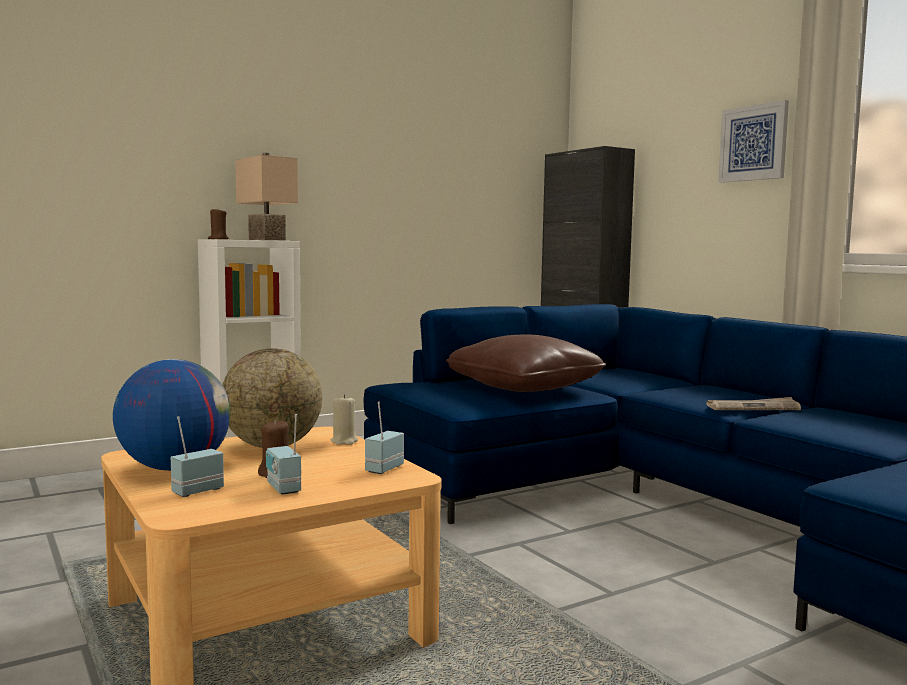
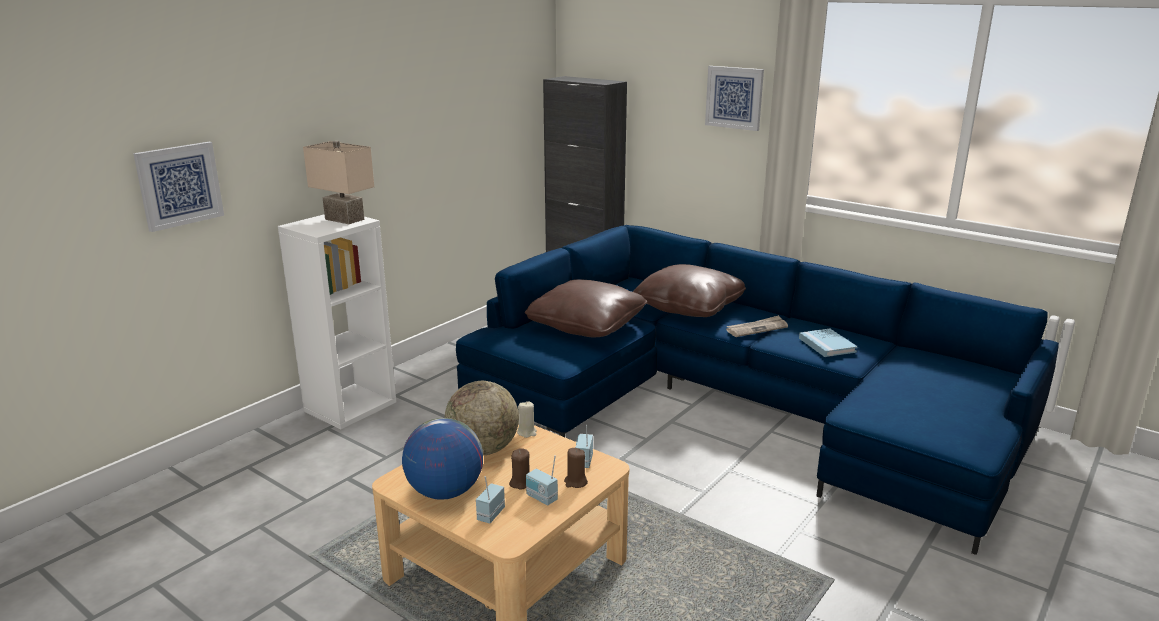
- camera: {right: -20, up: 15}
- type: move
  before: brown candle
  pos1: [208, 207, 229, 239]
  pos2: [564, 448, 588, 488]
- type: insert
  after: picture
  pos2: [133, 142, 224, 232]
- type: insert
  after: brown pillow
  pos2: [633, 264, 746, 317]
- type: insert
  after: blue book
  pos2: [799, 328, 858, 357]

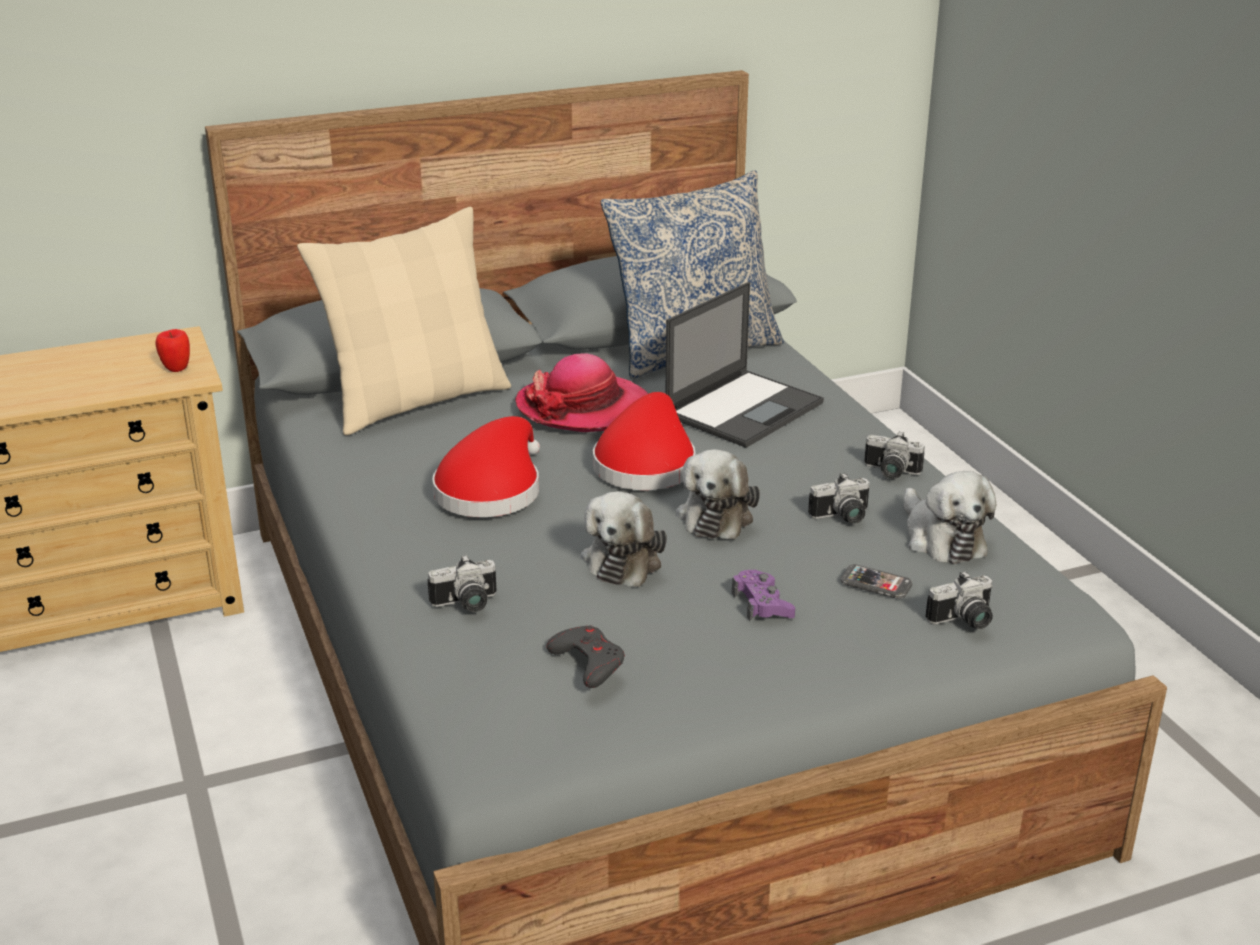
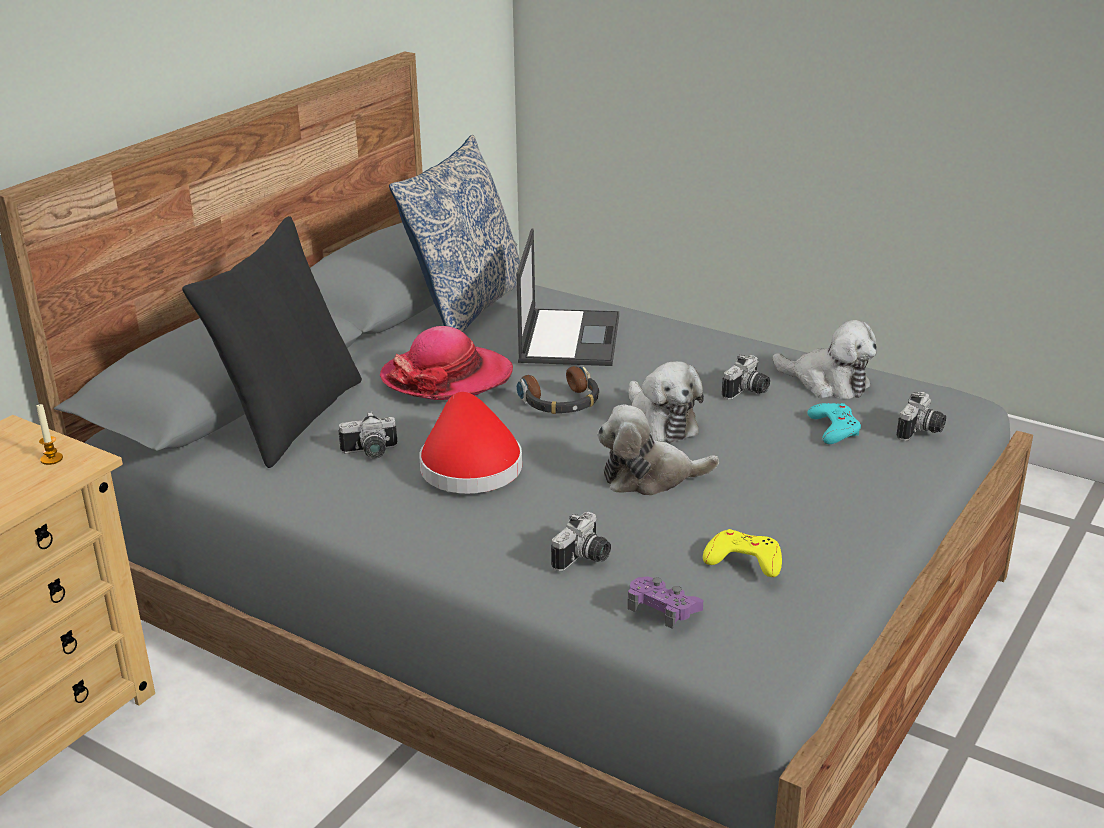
- camera: {right: -35, up: 0}
- type: recolor
  before: beige pillow
  after: black pillow
  pos1: [297, 207, 511, 436]
  pos2: [182, 216, 362, 468]
- type: replace
  before: apple
  after: candle
  pos1: [156, 329, 190, 372]
  pos2: [37, 404, 63, 465]
- type: replace
  before: red hat
  after: headphones
  pos1: [593, 392, 696, 490]
  pos2: [517, 366, 599, 414]
- type: move
  before: photo camera
  pos1: [864, 431, 925, 479]
  pos2: [339, 411, 397, 459]
- type: rotate
  before: plush toy
  pos1: [580, 491, 667, 587]
  pos2: [597, 405, 719, 495]
  turn: 105
- type: replace
  before: phone
  after: turquoise game controller
  pos1: [840, 564, 912, 599]
  pos2: [807, 403, 861, 444]
- type: move
  before: purple game controller
  pos1: [732, 570, 795, 621]
  pos2: [628, 577, 703, 629]
- type: recolor
  before: grey game controller
  after: yellow game controller
  pos1: [546, 625, 625, 688]
  pos2: [703, 529, 782, 577]

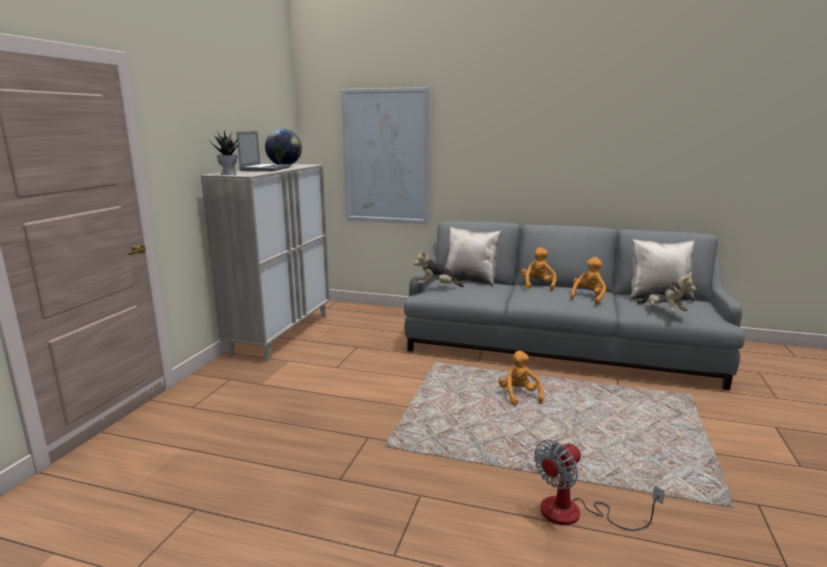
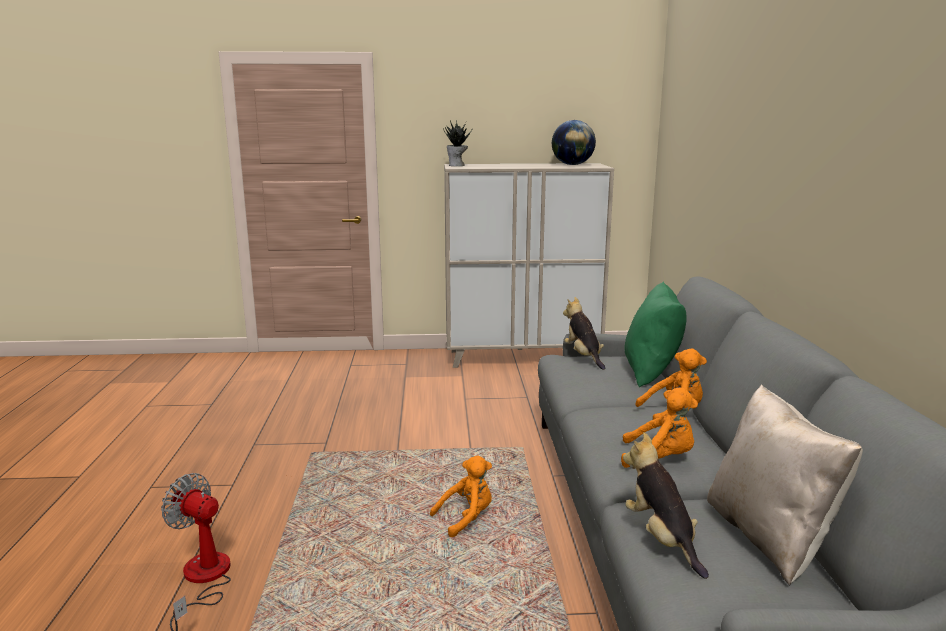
- camera: {right: 70, up: 0}
- type: delete
  before: picture
  pos1: [341, 87, 429, 224]
- type: delete
  before: laptop
  pos1: [236, 131, 290, 171]
- type: recolor
  before: beige pillow
  after: green pillow
  pos1: [445, 227, 501, 286]
  pos2: [625, 282, 687, 387]
- type: rotate
  before: plush toy
  pos1: [637, 273, 697, 313]
  pos2: [623, 432, 709, 579]
  turn: 120

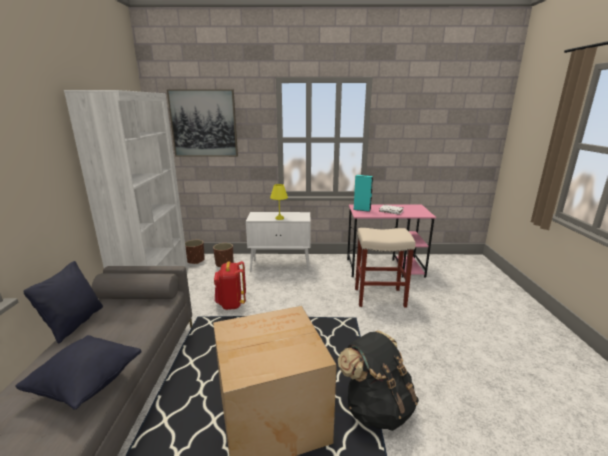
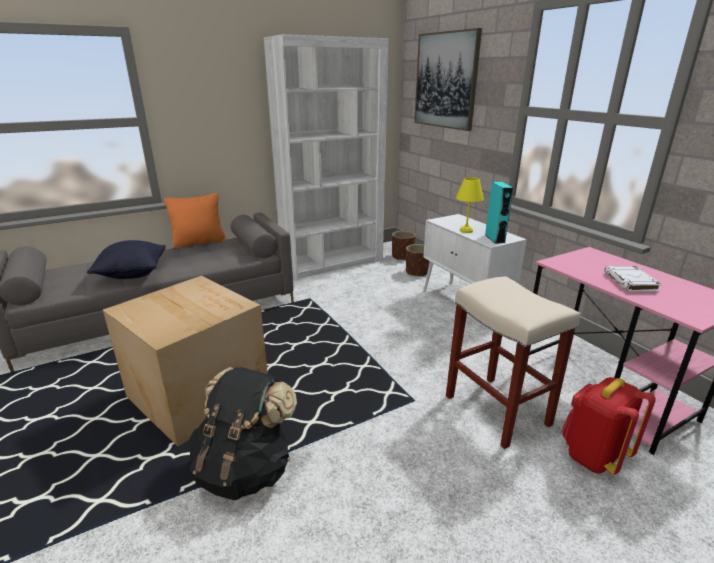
- camera: {right: 60, up: 5}
- type: move
  before: turquoise speaker
  pos1: [353, 175, 373, 212]
  pos2: [485, 182, 513, 244]
- type: recolor
  before: black pillow
  after: orange pillow
  pos1: [23, 261, 103, 343]
  pos2: [164, 193, 226, 248]
- type: move
  before: red backpack
  pos1: [214, 261, 246, 310]
  pos2: [561, 377, 656, 475]

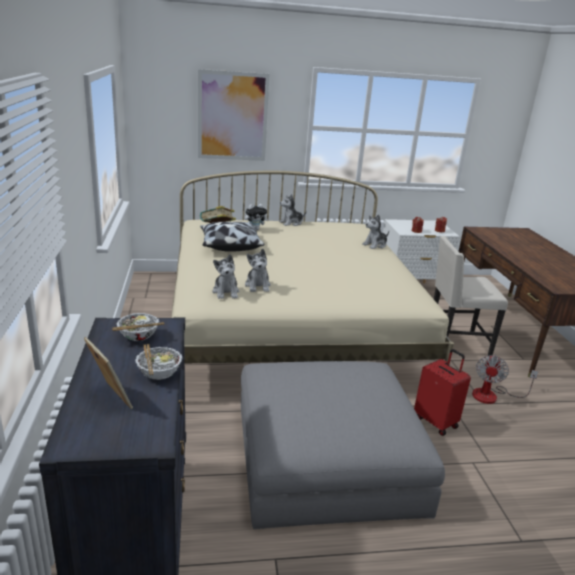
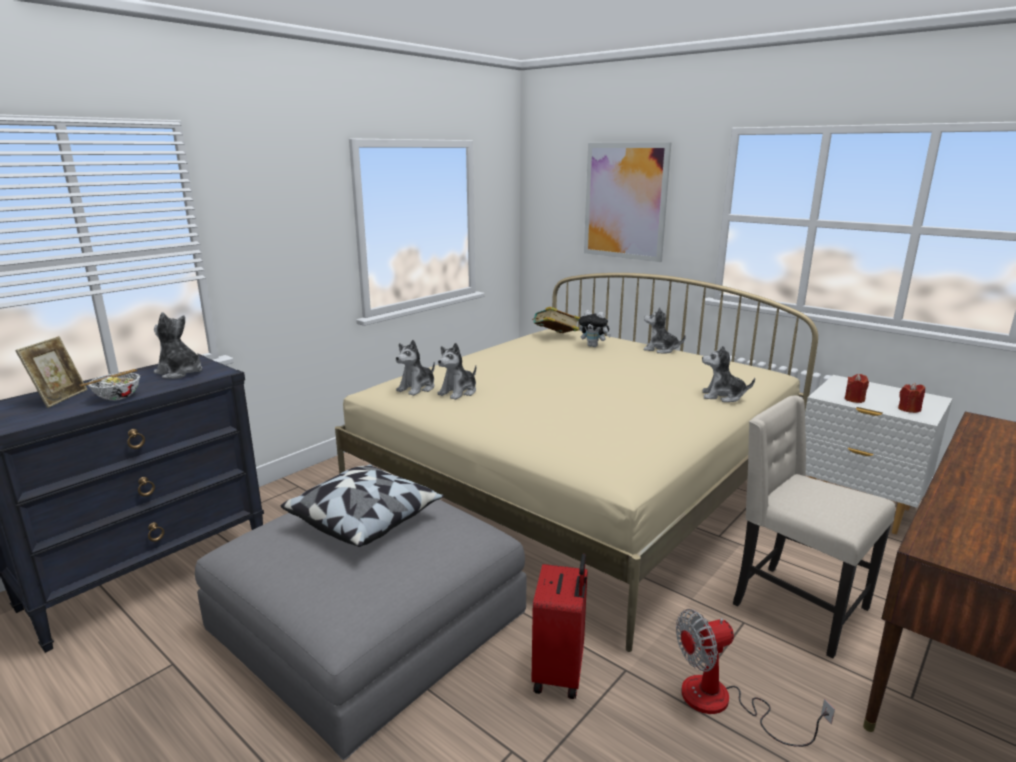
- camera: {right: 50, up: -5}
- type: move
  before: pillow
  pos1: [200, 222, 265, 252]
  pos2: [281, 464, 444, 547]
- type: replace
  before: bowl
  after: plush toy
  pos1: [112, 313, 164, 341]
  pos2: [154, 312, 202, 379]

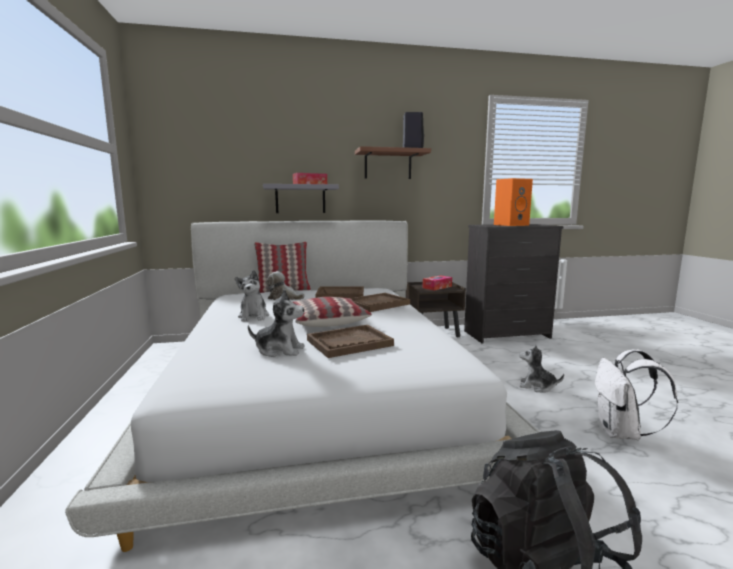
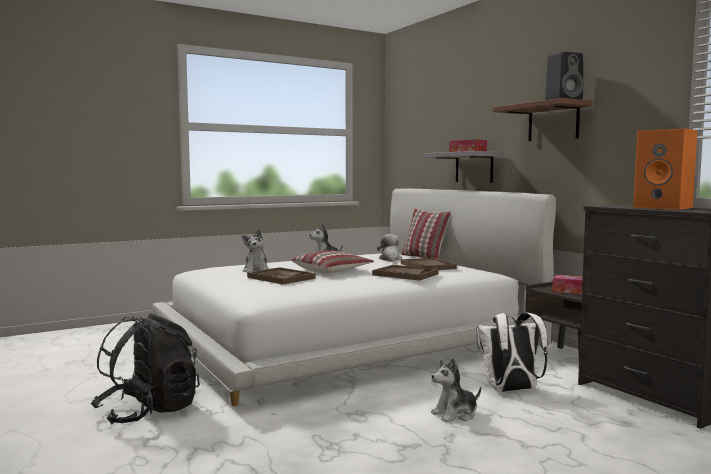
- camera: {right: 70, up: -5}
- type: rotate
  before: plush toy
  pos1: [519, 345, 564, 393]
  pos2: [431, 358, 481, 422]
  turn: -120
- type: move
  before: white backpack
  pos1: [595, 349, 678, 440]
  pos2: [476, 312, 548, 392]

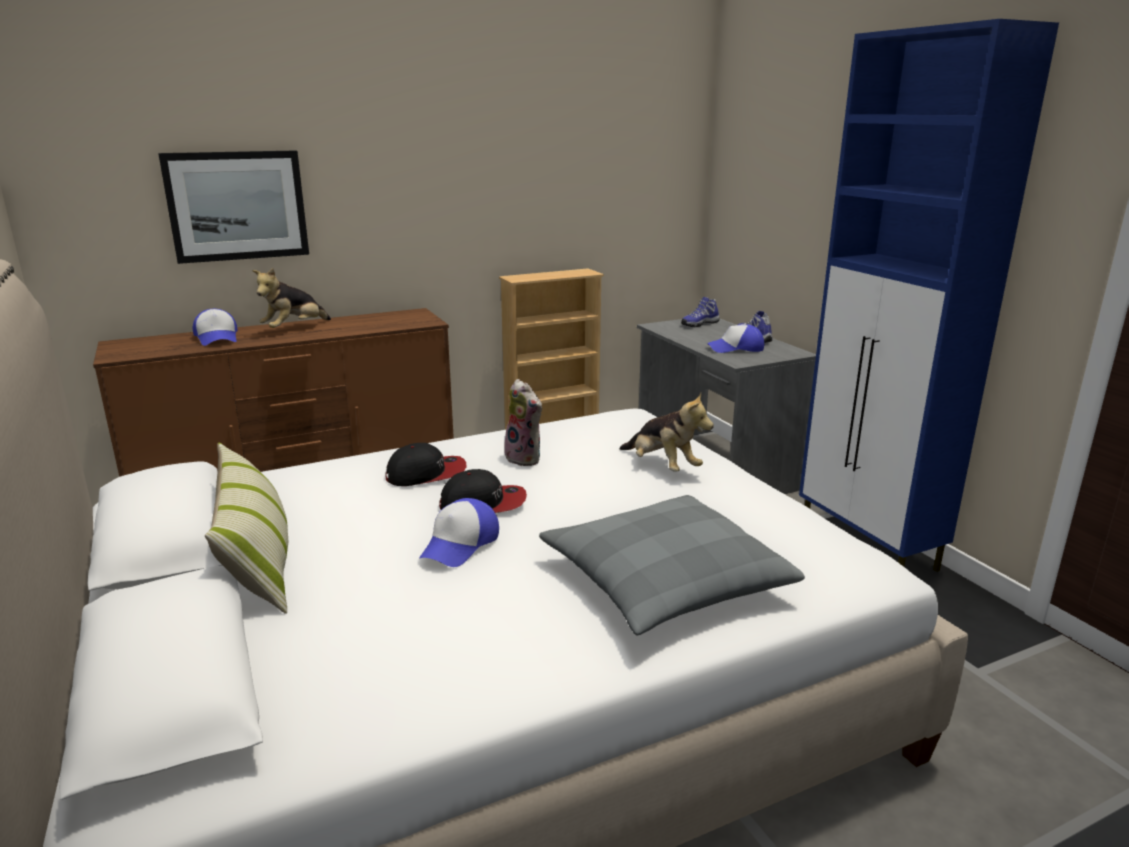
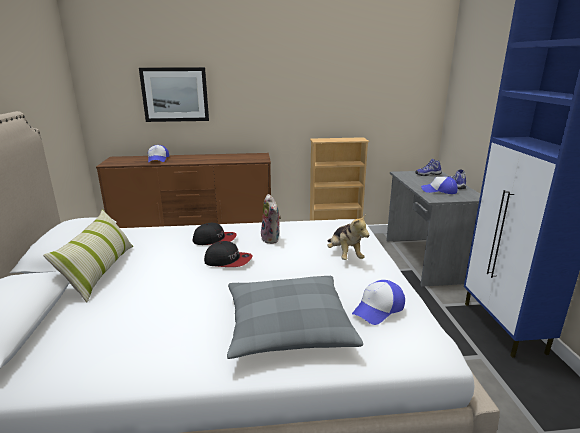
- camera: {right: 20, up: 0}
- type: delete
  before: plush toy
  pos1: [252, 268, 331, 328]
- type: move
  before: cap
  pos1: [419, 498, 499, 567]
  pos2: [352, 280, 405, 325]

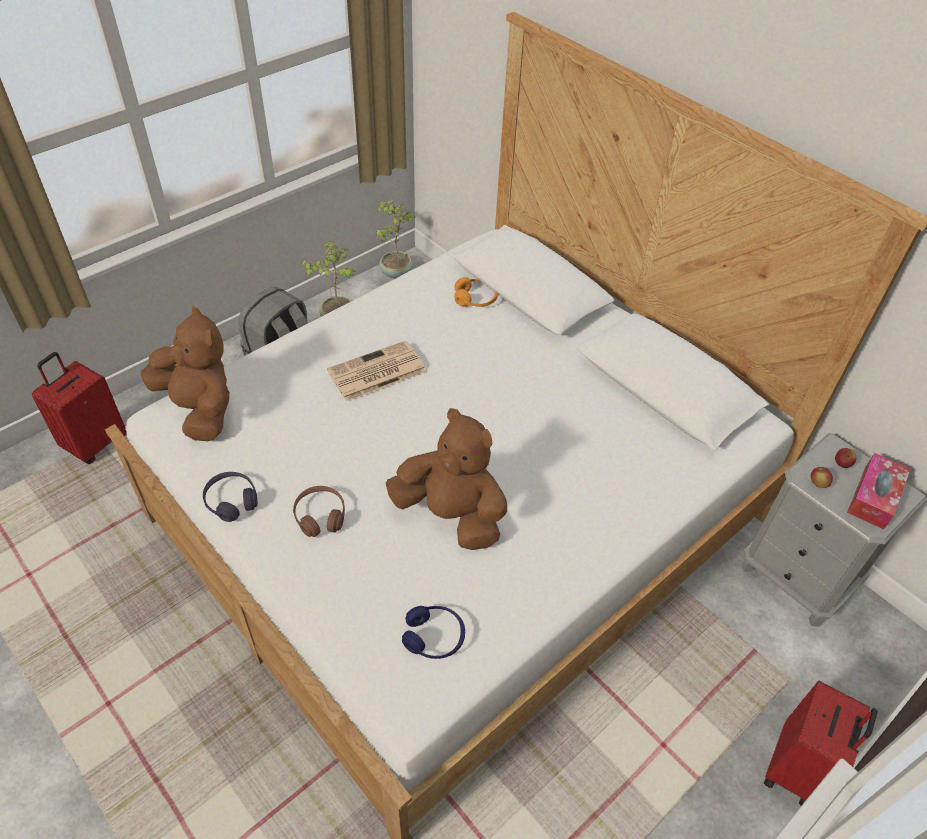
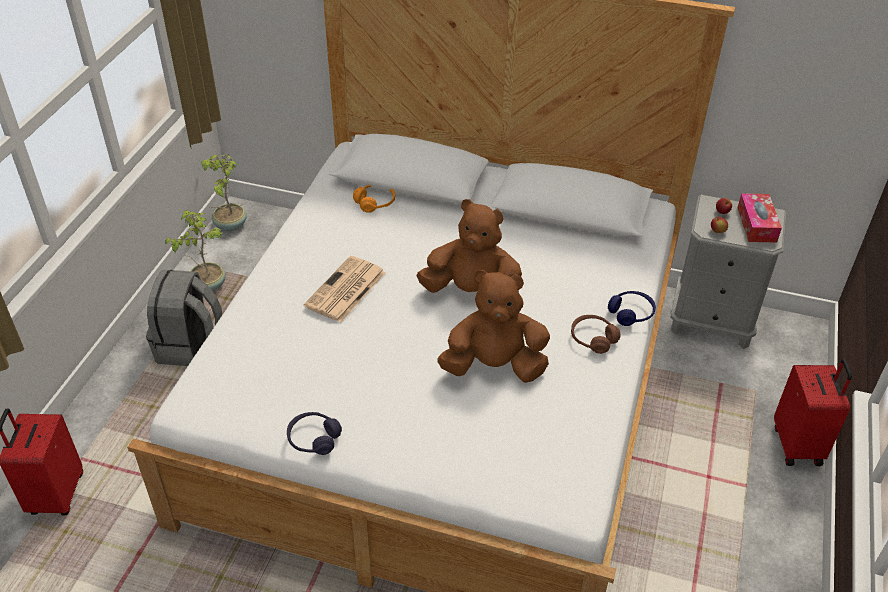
- camera: {right: -30, up: -5}
- type: move
  before: brown plush toy
  pos1: [141, 306, 230, 441]
  pos2: [416, 199, 522, 293]
- type: move
  before: brown headphones
  pos1: [293, 486, 345, 537]
  pos2: [571, 315, 621, 354]
- type: move
  before: blue headphones
  pos1: [402, 606, 465, 659]
  pos2: [608, 291, 656, 326]

